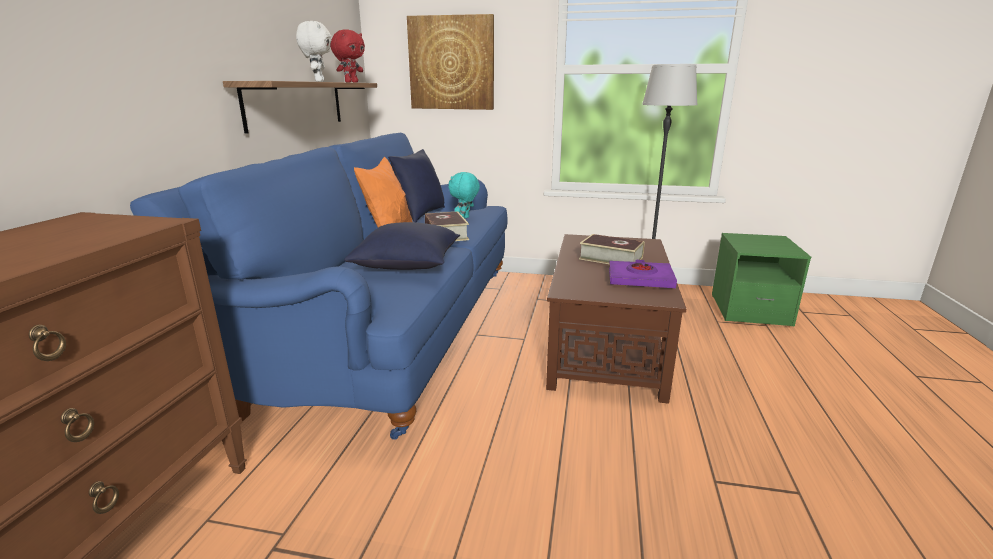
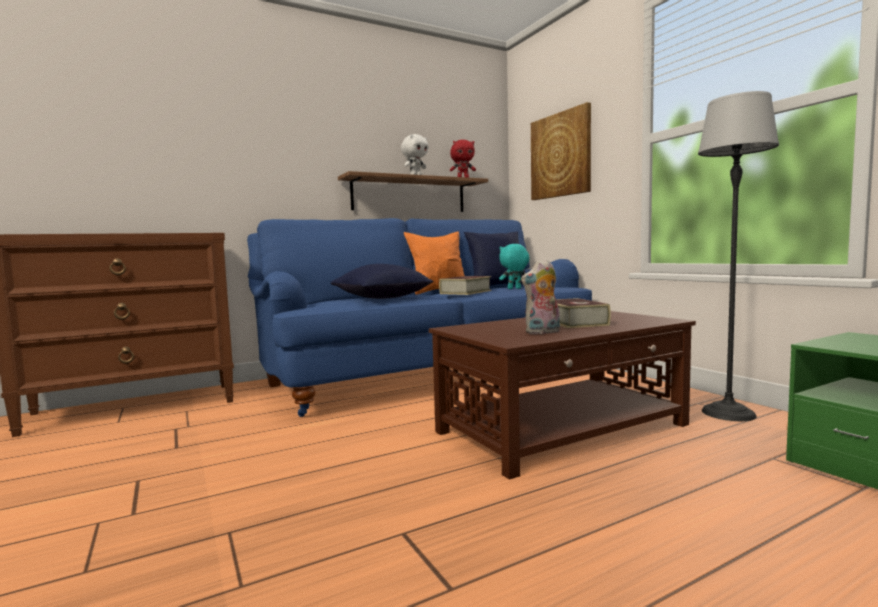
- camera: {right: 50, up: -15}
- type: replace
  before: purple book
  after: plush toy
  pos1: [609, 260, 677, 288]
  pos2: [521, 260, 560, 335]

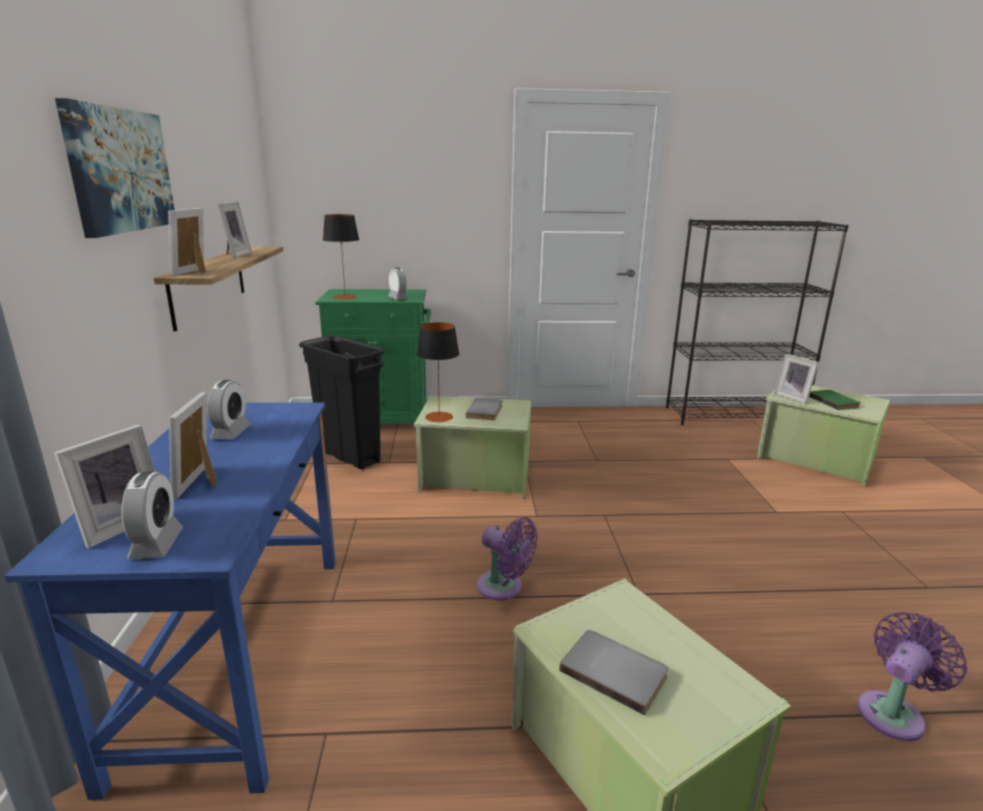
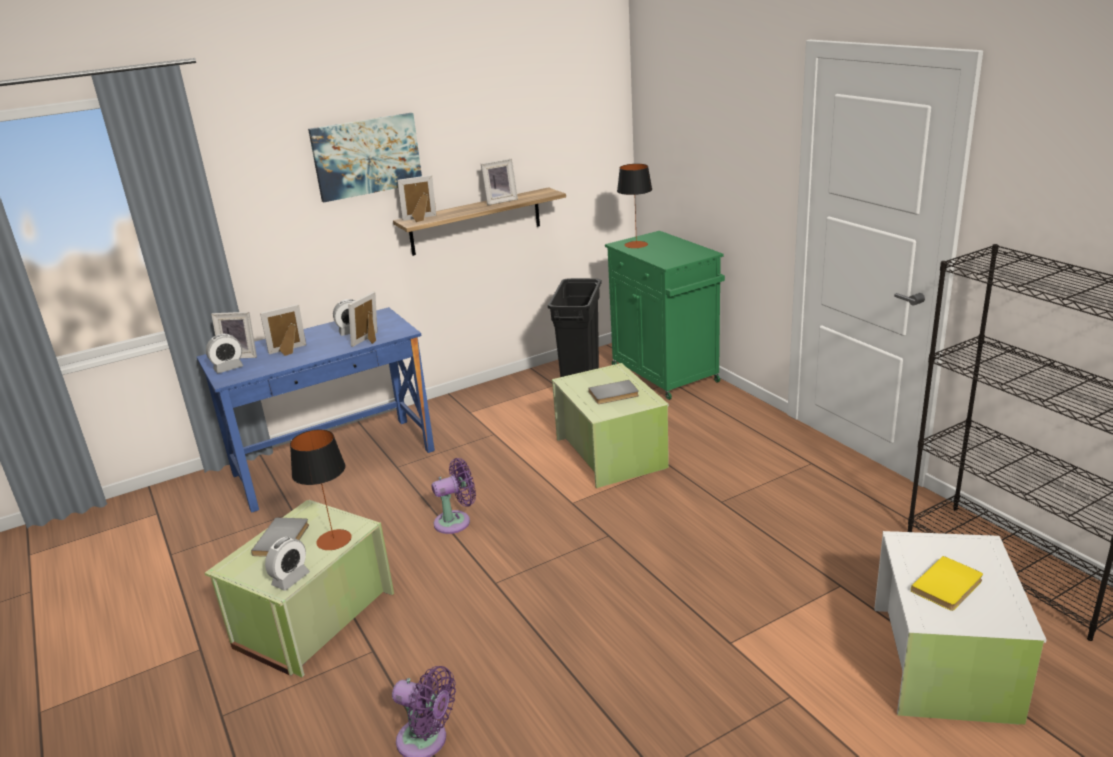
- camera: {right: 65, up: 5}
- type: move
  before: alarm clock
  pos1: [388, 267, 408, 300]
  pos2: [265, 537, 310, 591]
- type: move
  before: table lamp
  pos1: [417, 322, 459, 422]
  pos2: [290, 429, 352, 550]
- type: move
  before: picture frame
  pos1: [774, 354, 819, 404]
  pos2: [348, 291, 377, 347]
- type: recolor
  before: green storage box
  after: white storage box
  pos1: [757, 385, 890, 487]
  pos2: [874, 531, 1047, 725]
- type: recolor
  before: green book
  after: yellow book
  pos1: [809, 390, 860, 410]
  pos2: [911, 556, 983, 611]
- type: rotate
  before: purple fan
  pos1: [477, 517, 538, 601]
  pos2: [431, 458, 476, 534]
  turn: -120

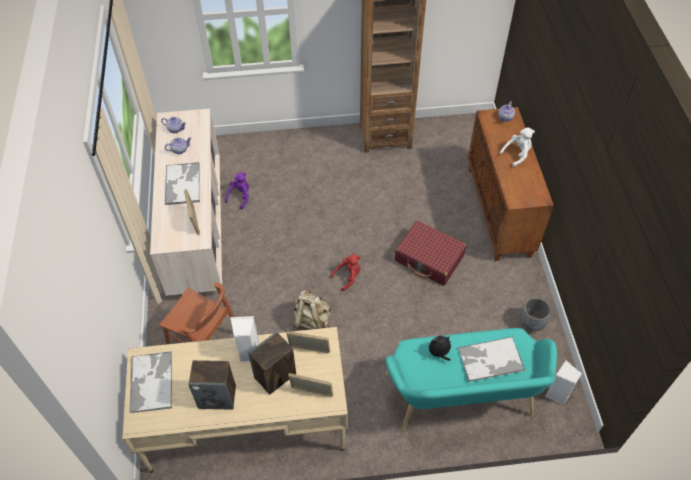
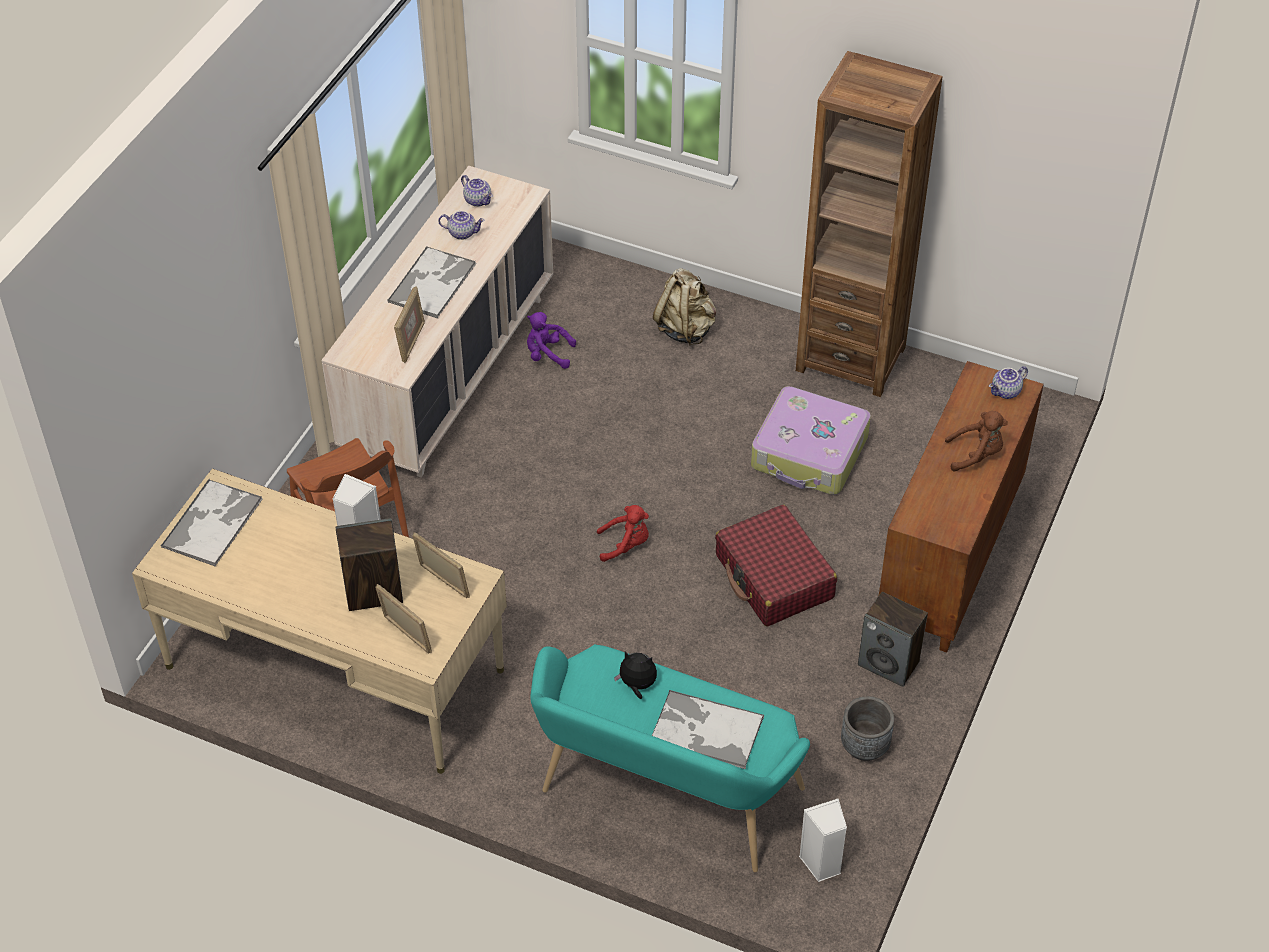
- camera: {right: 30, up: -5}
- type: recolor
  before: white plush toy
  after: brown plush toy
  pos1: [499, 128, 535, 167]
  pos2: [945, 411, 1008, 472]
- type: rotate
  before: purple plush toy
  pos1: [225, 172, 249, 209]
  pos2: [527, 312, 576, 369]
  turn: -135
- type: move
  before: beige backpack
  pos1: [293, 290, 331, 331]
  pos2: [653, 268, 716, 346]
- type: move
  before: speaker
  pos1: [188, 360, 236, 410]
  pos2: [858, 592, 928, 687]
- type: insert
  after: suitcase
  pos2: [751, 386, 871, 495]

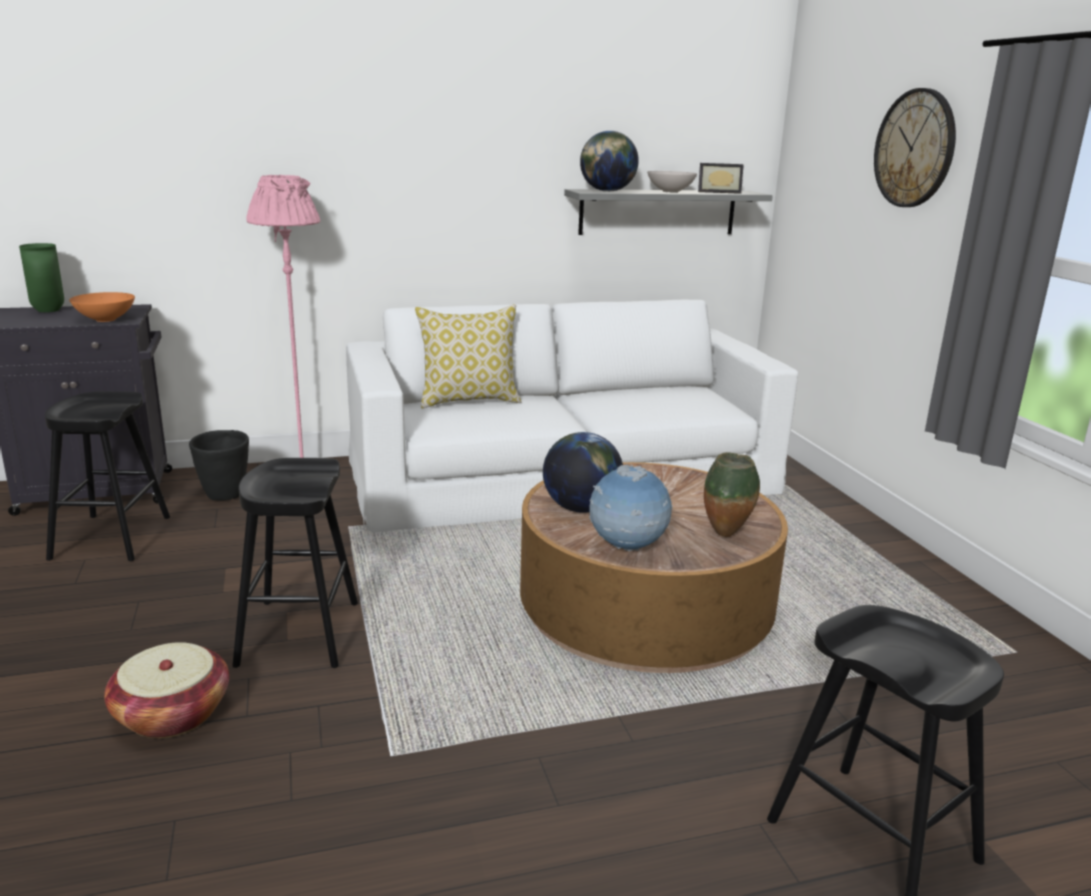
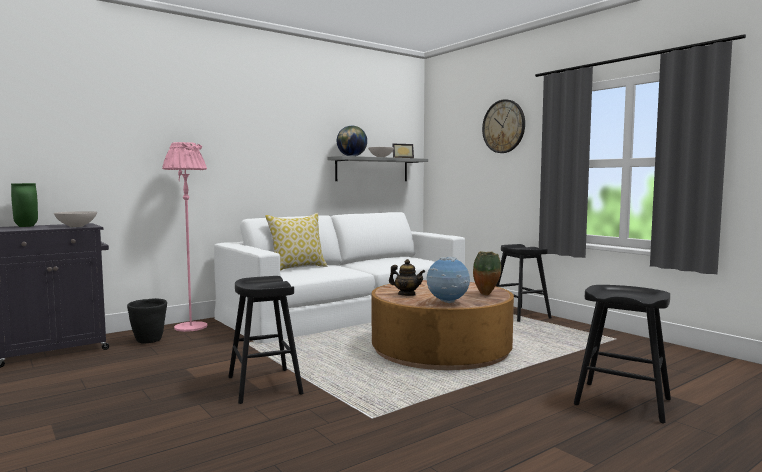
- camera: {right: -20, up: -15}
- type: recolor
  before: orange bowl
  after: white bowl
  pos1: [69, 292, 135, 322]
  pos2: [54, 211, 97, 227]
- type: move
  before: black stool
  pos1: [45, 391, 170, 561]
  pos2: [496, 244, 552, 322]
- type: replace
  before: globe
  after: teapot
  pos1: [543, 432, 623, 513]
  pos2: [389, 259, 425, 296]
- type: delete
  before: basket
  pos1: [104, 642, 229, 738]

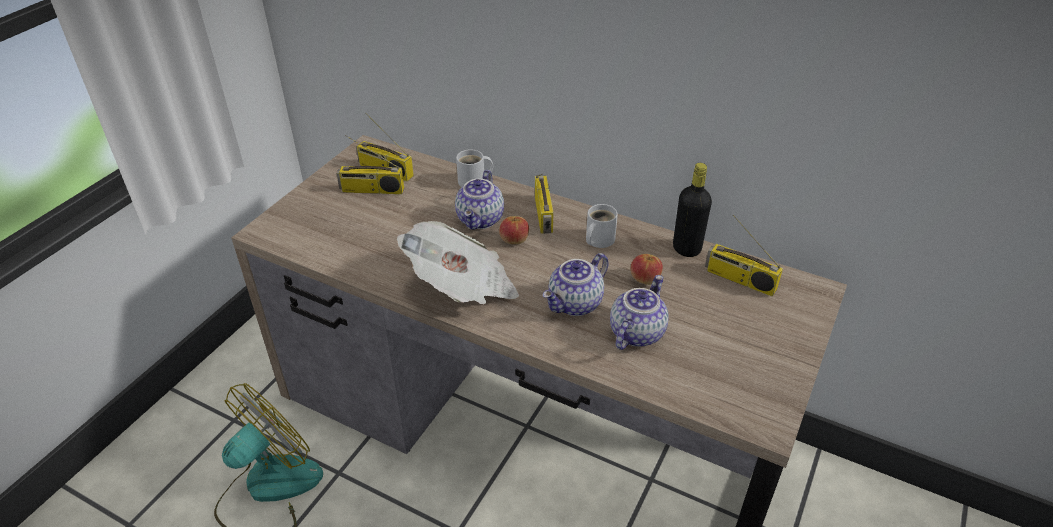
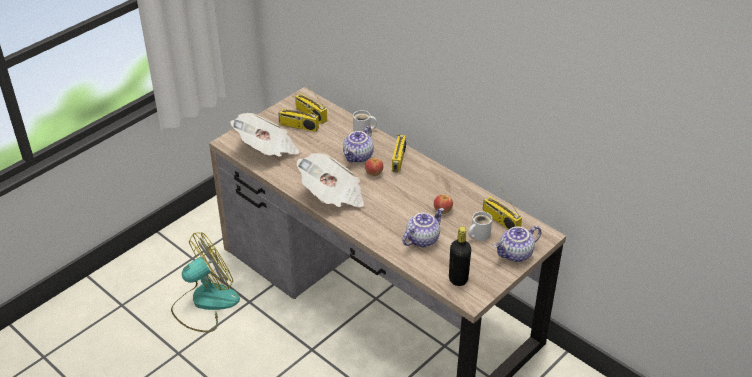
- camera: {right: 15, up: 0}
- type: move
  before: black bottle
  pos1: [673, 163, 712, 257]
  pos2: [449, 226, 471, 286]
- type: move
  before: white mug
  pos1: [586, 204, 618, 248]
  pos2: [468, 211, 492, 241]
- type: move
  before: teapot
  pos1: [543, 253, 609, 316]
  pos2: [494, 226, 541, 262]
- type: insert
  after: newspaper
  pos2: [230, 113, 300, 157]

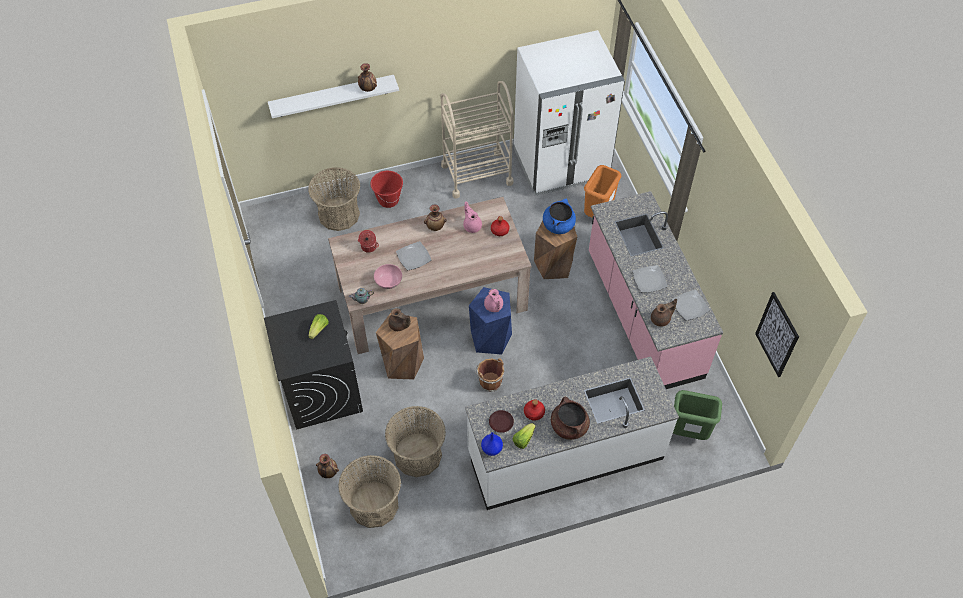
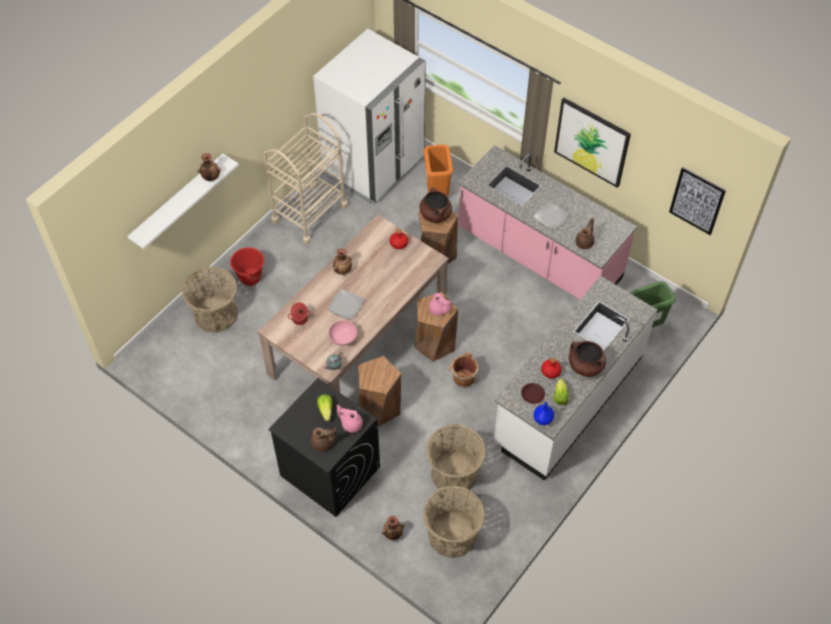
- camera: {right: -35, up: 0}
- type: recolor
  before: blue cooking pot
  after: brown cooking pot
  pos1: [543, 198, 576, 234]
  pos2: [419, 187, 452, 223]
- type: move
  before: pink teapot
  pos1: [463, 201, 482, 233]
  pos2: [337, 405, 363, 433]
- type: recolor
  before: blue stool
  after: brown stool
  pos1: [469, 287, 512, 355]
  pos2: [414, 292, 458, 362]
- type: delete
  before: plate
  pos1: [672, 290, 710, 321]
- type: move
  before: brown teapot
  pos1: [388, 308, 411, 331]
  pos2: [311, 427, 337, 451]
- type: insert
  after: picture
  pos2: [554, 98, 631, 188]

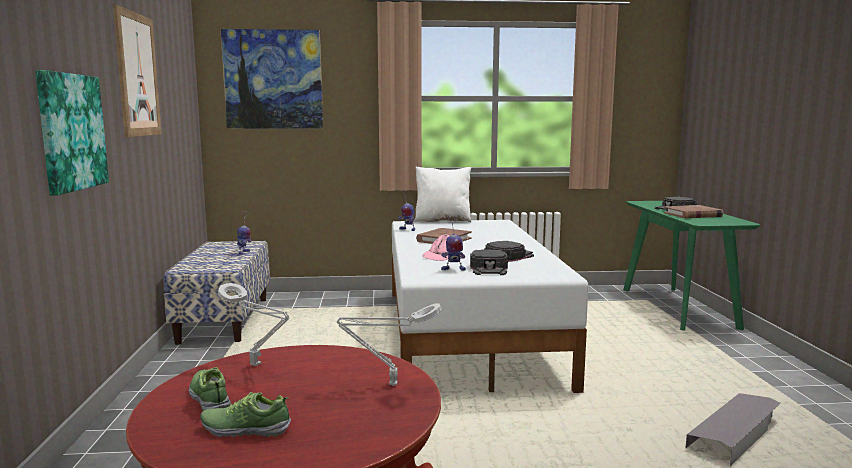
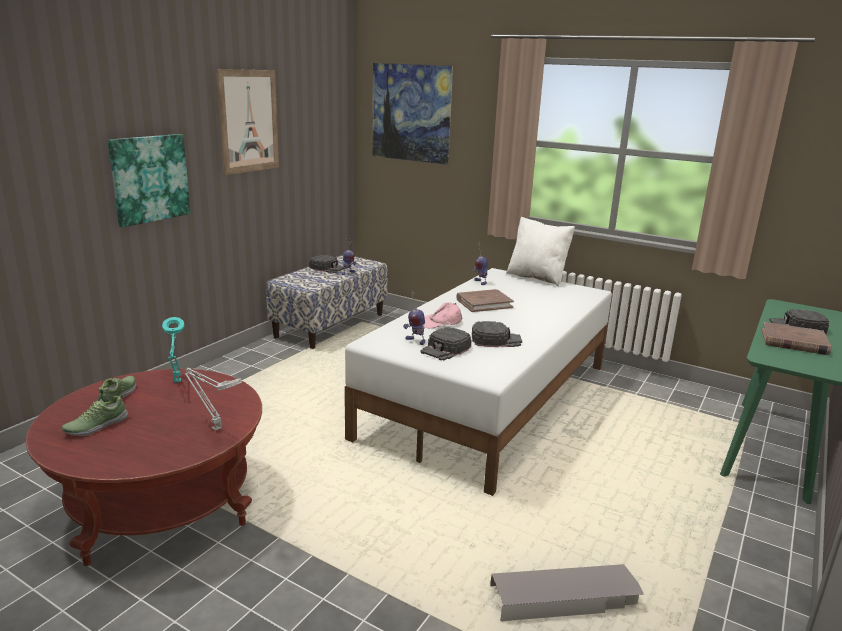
- camera: {right: 35, up: 10}
- type: recolor
  before: grey table lamp
  after: turquoise table lamp
  pos1: [218, 283, 290, 366]
  pos2: [162, 317, 185, 382]
- type: rotate
  before: shoe
  pos1: [200, 392, 291, 437]
  pos2: [62, 394, 128, 436]
  turn: -90
- type: insert
  after: black cap
  pos2: [309, 255, 344, 273]

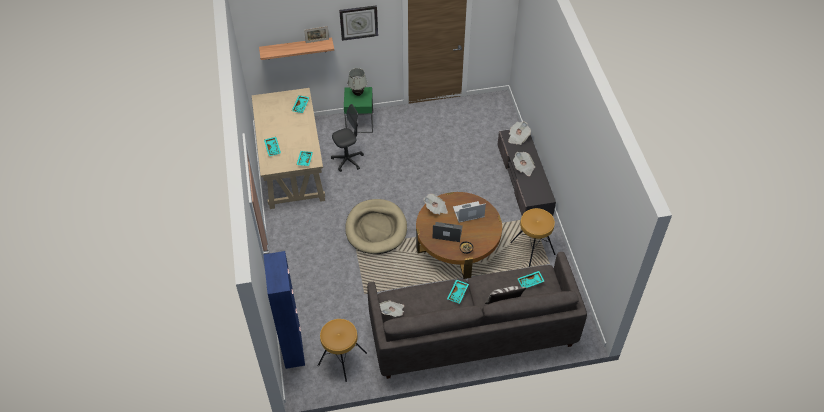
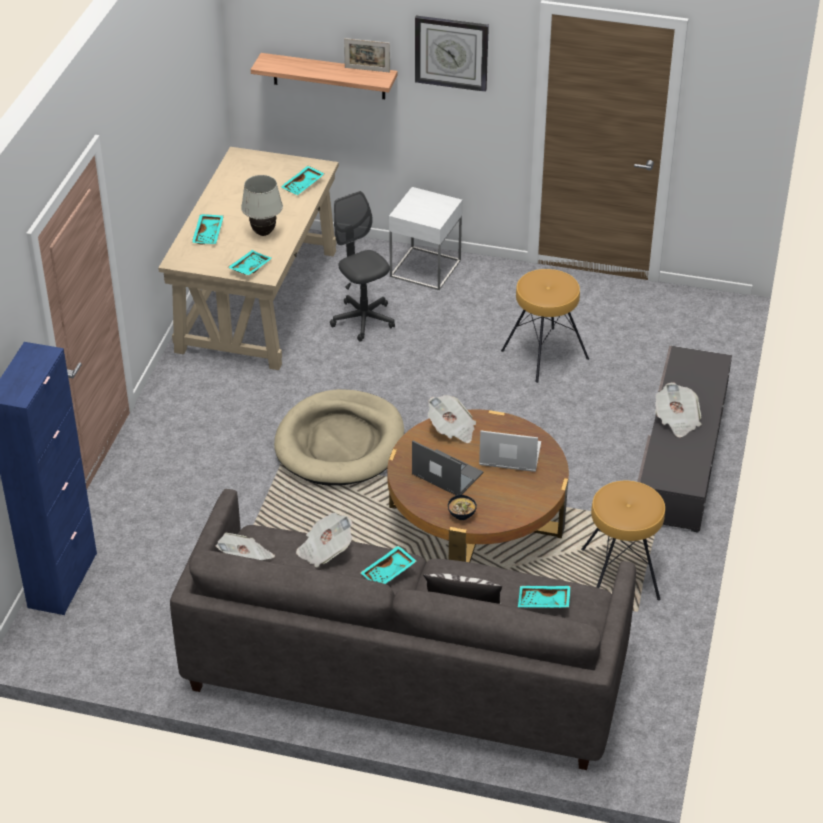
- camera: {right: 25, up: -10}
- type: move
  before: white table lamp
  pos1: [348, 68, 367, 96]
  pos2: [241, 175, 283, 236]
- type: recolor
  before: green side table
  after: white side table
  pos1: [344, 87, 373, 133]
  pos2: [389, 187, 462, 290]
- type: rotate
  before: grey office chair
  pos1: [331, 104, 364, 172]
  pos2: [330, 191, 395, 342]
  turn: -120
- type: move
  before: newspaper
  pos1: [508, 122, 531, 145]
  pos2: [296, 513, 353, 567]
- type: move
  before: brown stool
  pos1: [318, 319, 367, 382]
  pos2: [501, 269, 589, 383]

